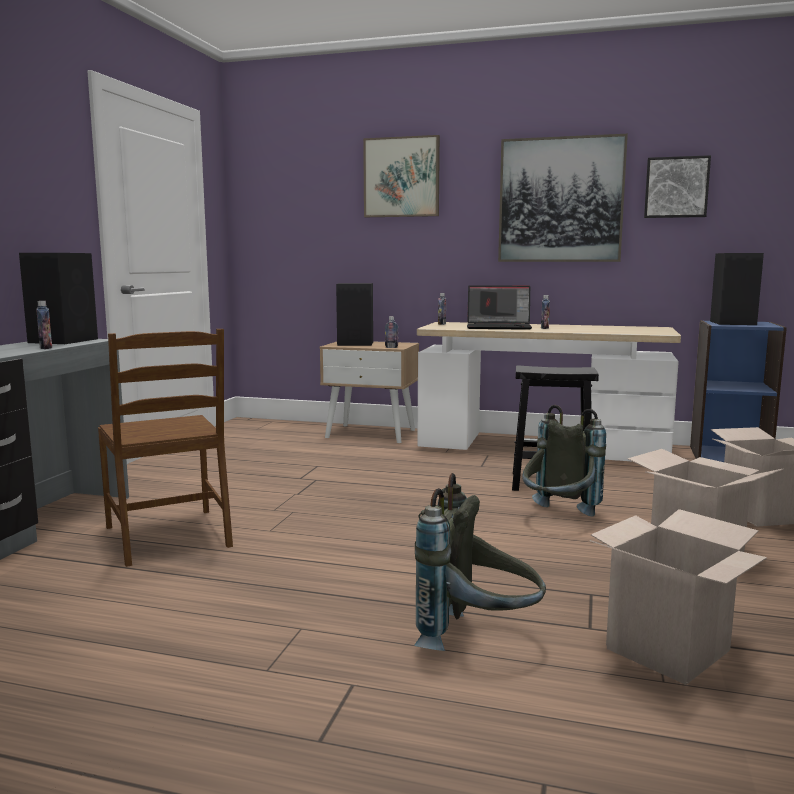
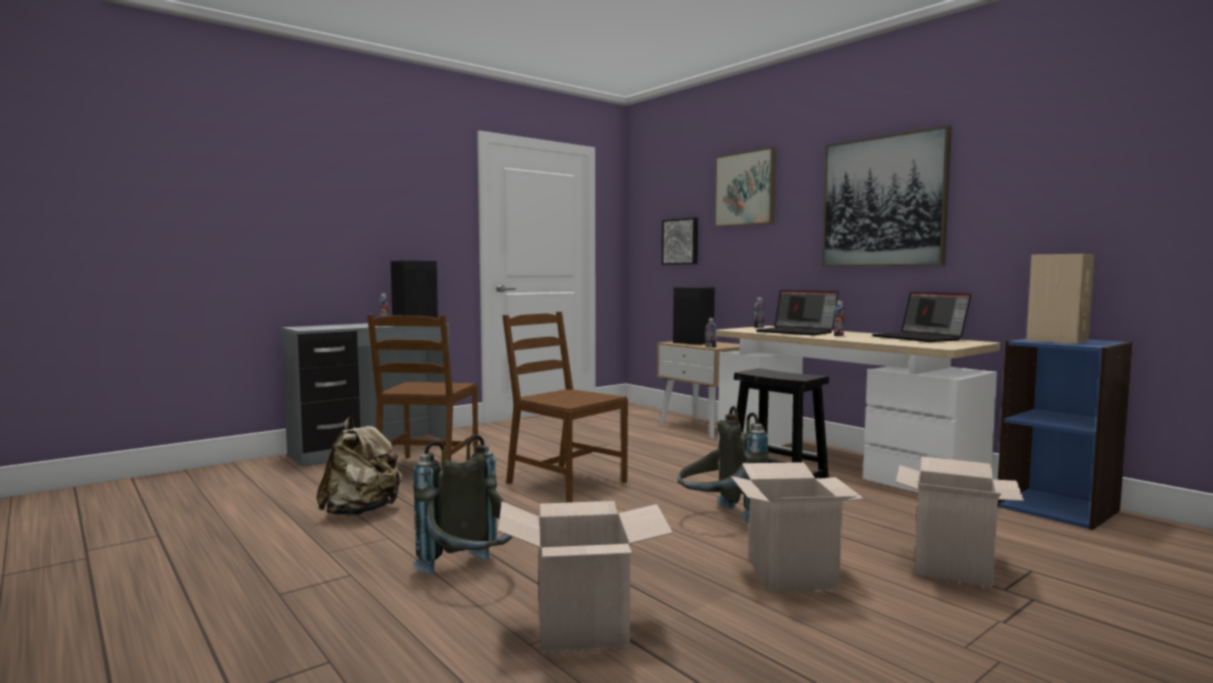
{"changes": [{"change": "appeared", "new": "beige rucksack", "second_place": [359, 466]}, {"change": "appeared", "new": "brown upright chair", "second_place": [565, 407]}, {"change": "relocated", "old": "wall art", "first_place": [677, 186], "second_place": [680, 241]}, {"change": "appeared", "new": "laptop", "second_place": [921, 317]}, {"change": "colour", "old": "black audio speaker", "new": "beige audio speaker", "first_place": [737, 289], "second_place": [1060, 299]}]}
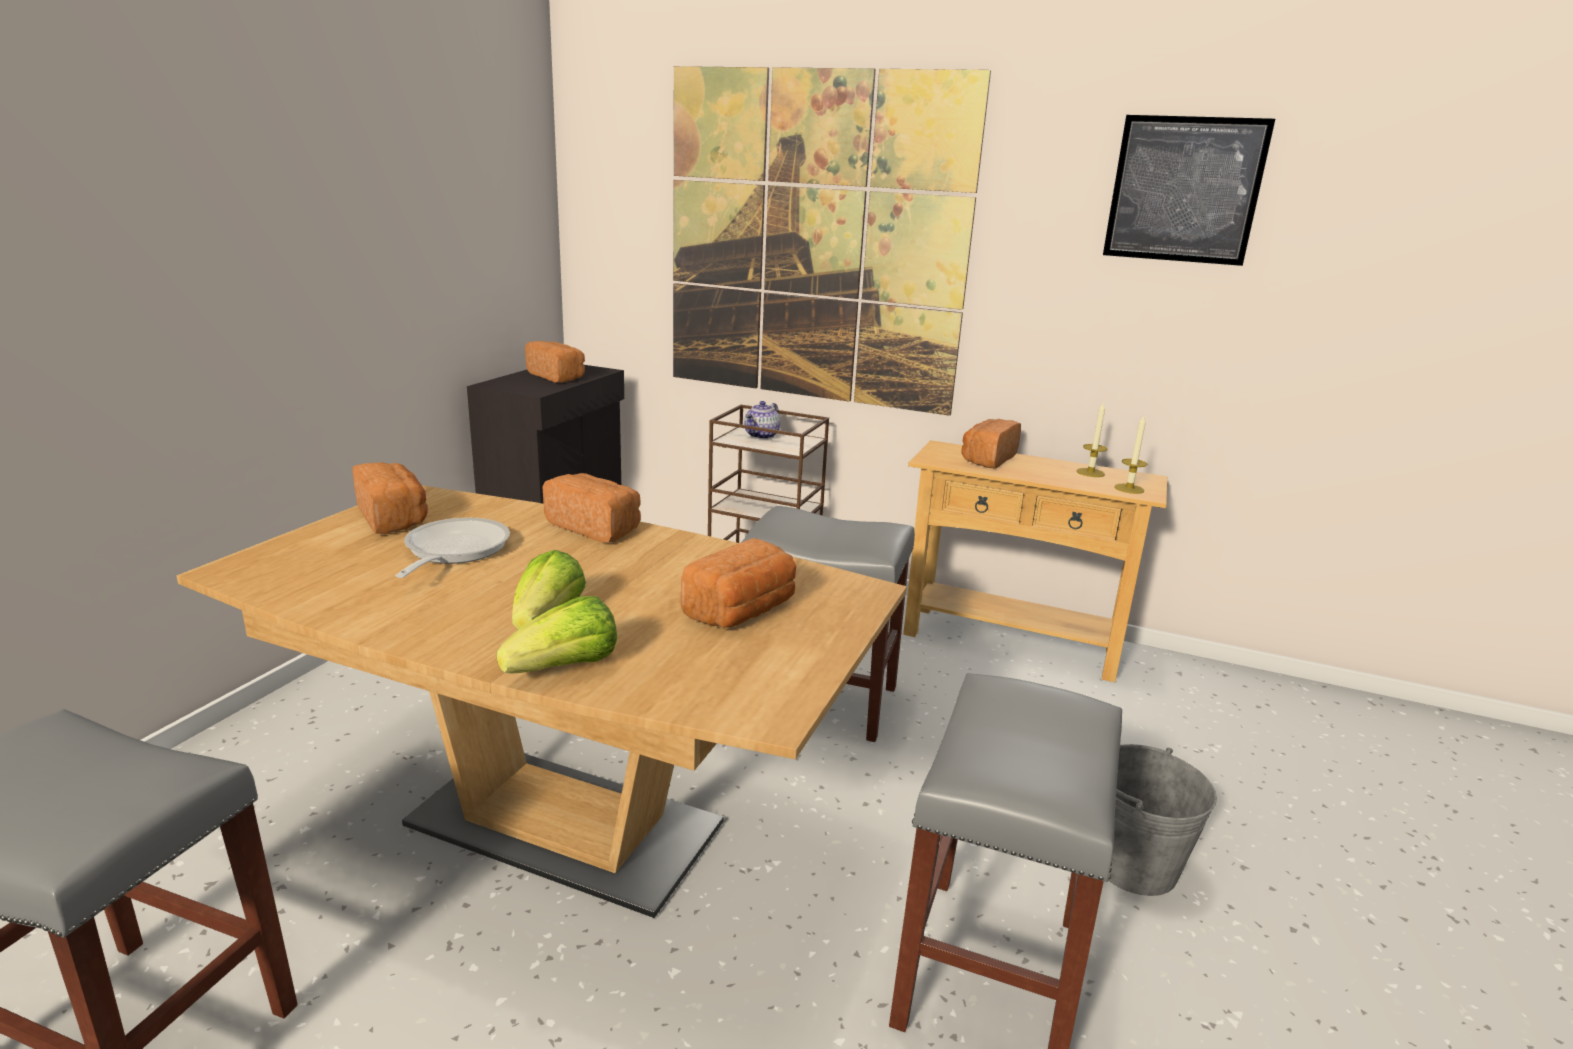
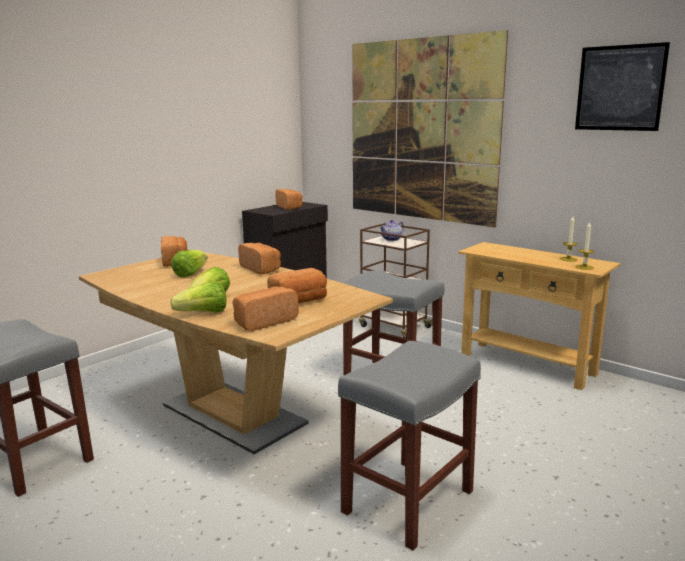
{"changes": [{"change": "exchanged", "old": "frying pan", "new": "lettuce head", "first_place": [452, 547], "second_place": [189, 264]}, {"change": "relocated", "old": "bread", "first_place": [991, 444], "second_place": [265, 308]}, {"change": "missing", "old": "greyish water bucket", "first_place": [1162, 820]}]}
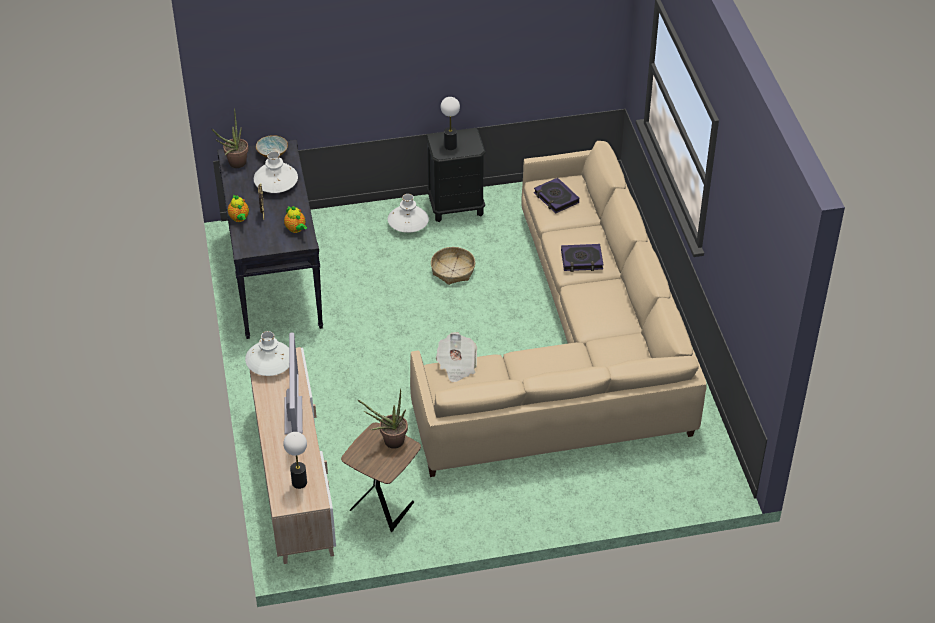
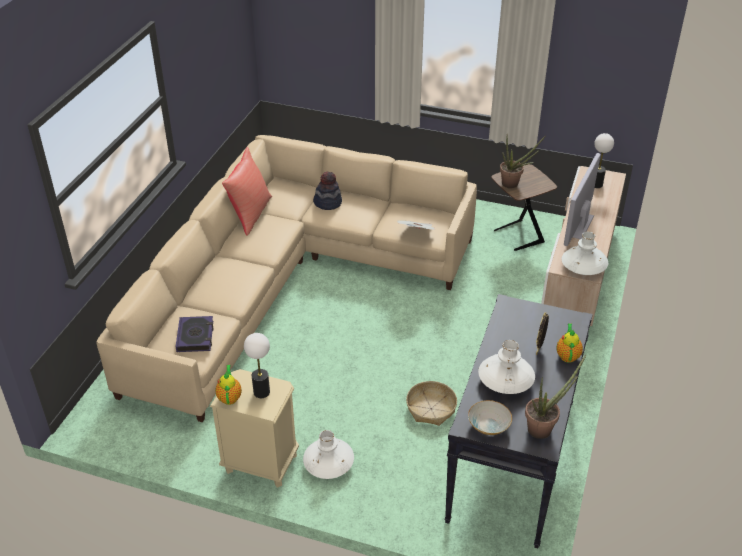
{"changes": [{"change": "colour", "old": "black bedside table", "new": "beige bedside table", "first_place": [455, 175], "second_place": [254, 428]}, {"change": "relocated", "old": "teapot", "first_place": [295, 219], "second_place": [228, 385]}, {"change": "appeared", "new": "red throw pillow", "second_place": [247, 191]}, {"change": "appeared", "new": "clothing hat", "second_place": [327, 191]}, {"change": "relocated", "old": "basket", "first_place": [453, 266], "second_place": [431, 403]}, {"change": "missing", "old": "book", "first_place": [582, 258]}]}
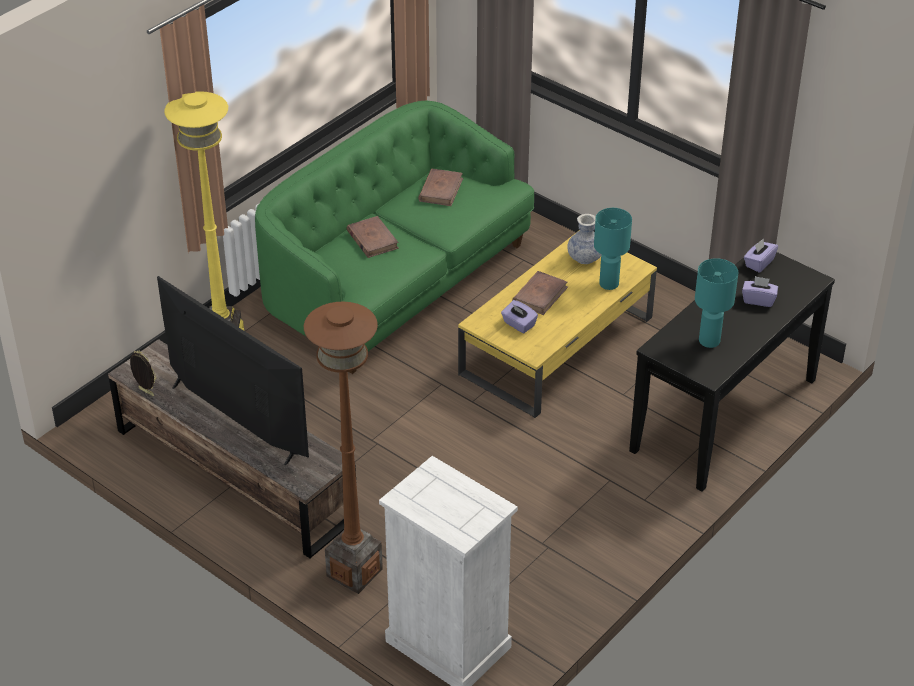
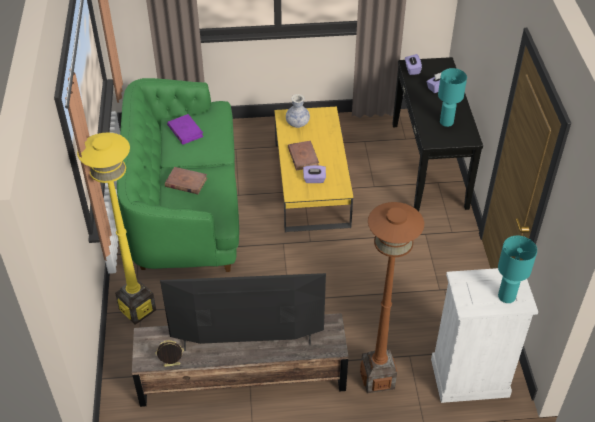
{"changes": [{"change": "colour", "old": "brown book", "new": "purple book", "first_place": [440, 187], "second_place": [185, 129]}, {"change": "relocated", "old": "blue-green tabletop lamp", "first_place": [613, 249], "second_place": [517, 269]}]}
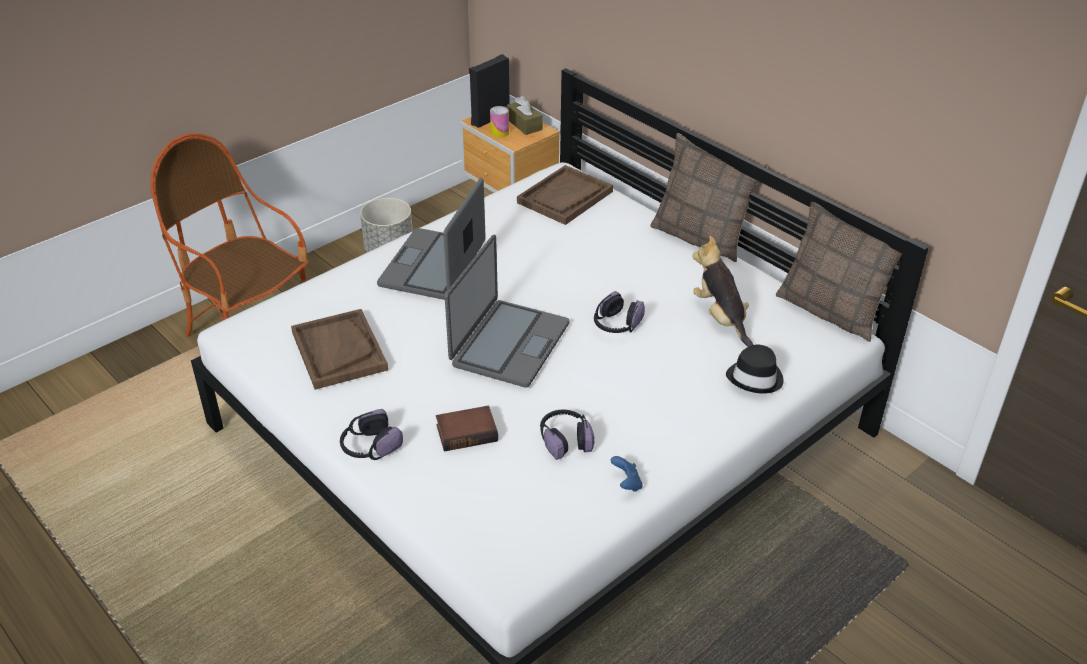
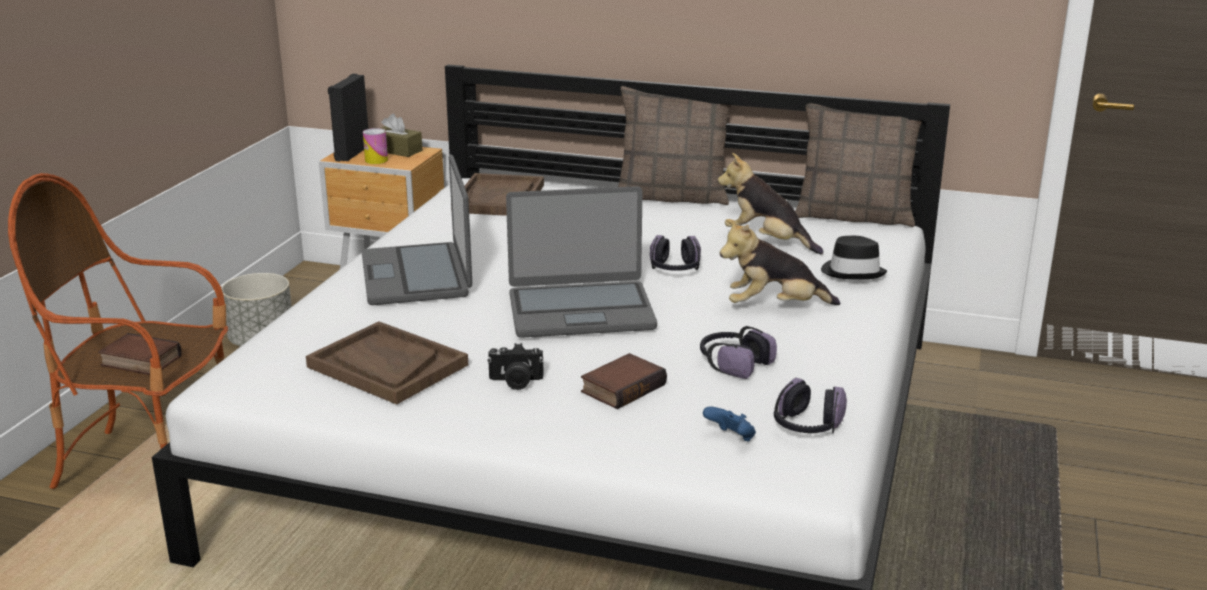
{"changes": [{"change": "appeared", "new": "book", "second_place": [140, 354]}, {"change": "appeared", "new": "photo camera", "second_place": [515, 366]}, {"change": "spun", "old": "laptop", "first_place": [507, 311], "second_place": [581, 262], "degrees": 90}, {"change": "relocated", "old": "blue gamepad", "first_place": [626, 474], "second_place": [729, 424]}, {"change": "appeared", "new": "plush toy", "second_place": [780, 262]}, {"change": "relocated", "old": "pair of headphones", "first_place": [371, 434], "second_place": [810, 406]}]}
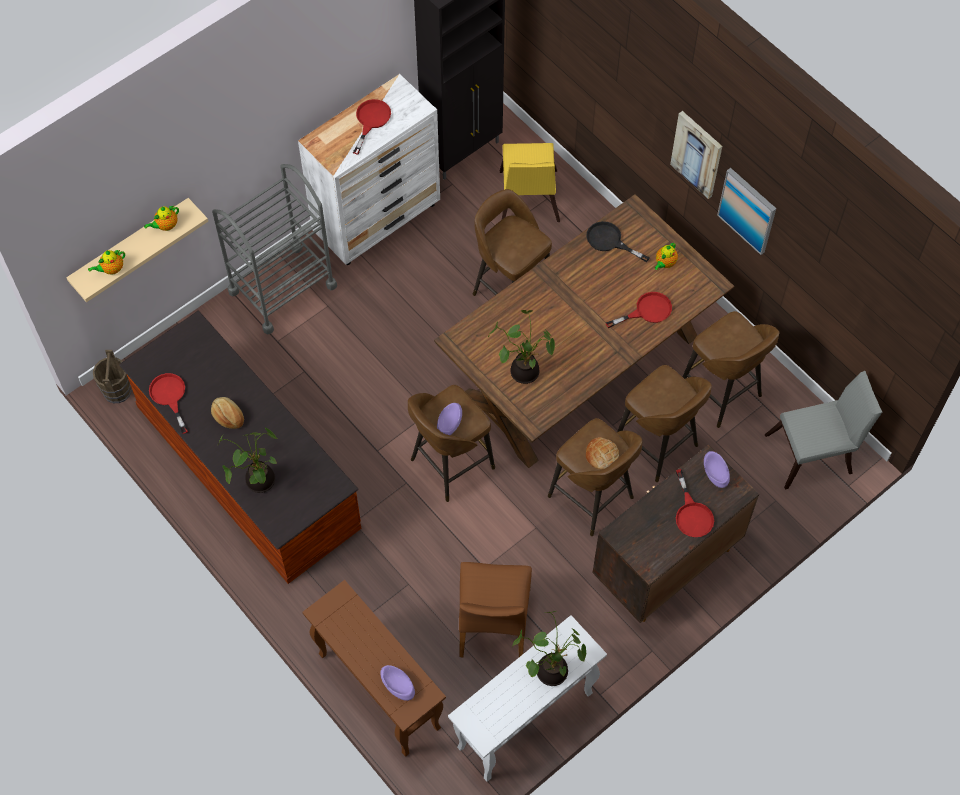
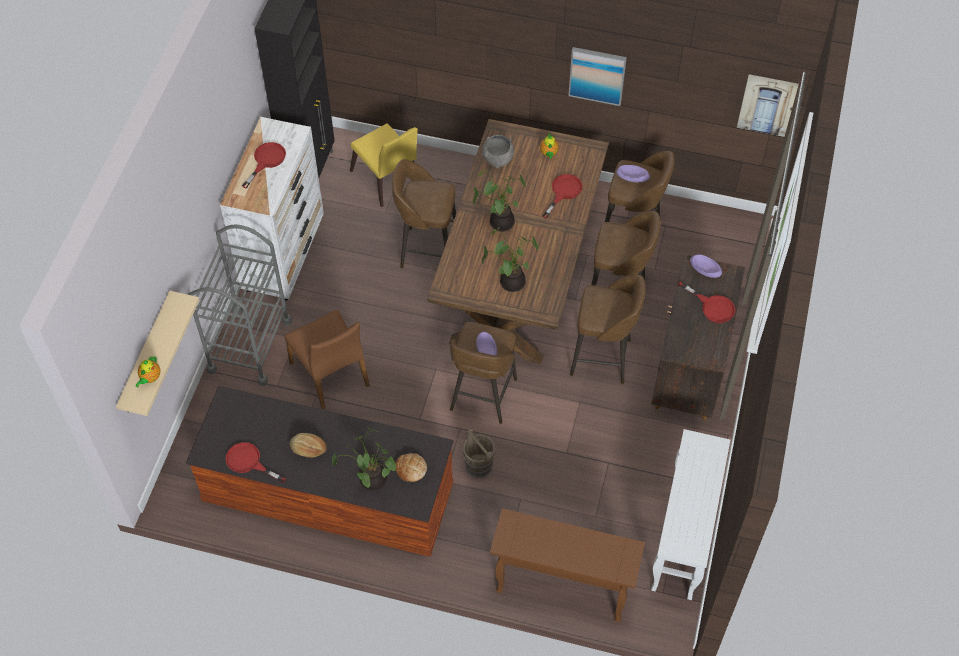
{"changes": [{"change": "spun", "old": "red frying pan", "first_place": [372, 127], "second_place": [264, 165], "degrees": 45}, {"change": "relocated", "old": "brown upright chair", "first_place": [495, 609], "second_place": [327, 360]}, {"change": "relocated", "old": "bread", "first_place": [602, 453], "second_place": [411, 467]}, {"change": "relocated", "old": "brown water bucket", "first_place": [112, 376], "second_place": [479, 453]}, {"change": "relocated", "old": "plant in a pot", "first_place": [549, 648], "second_place": [500, 200]}, {"change": "exchanged", "old": "black frying pan", "new": "greyish serving bowl", "first_place": [618, 241], "second_place": [498, 151]}, {"change": "relocated", "old": "purple serving bowl", "first_place": [397, 683], "second_place": [633, 173]}, {"change": "relocated", "old": "wall art", "first_place": [696, 155], "second_place": [768, 105]}, {"change": "missing", "old": "teapot", "first_place": [161, 218]}, {"change": "missing", "old": "greyish upright chair", "first_place": [823, 430]}]}
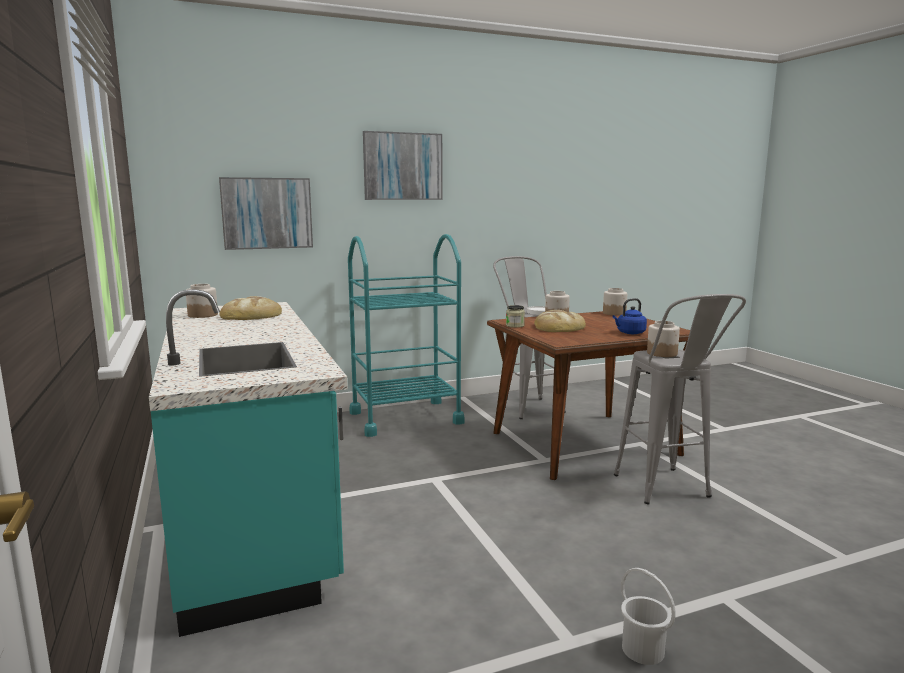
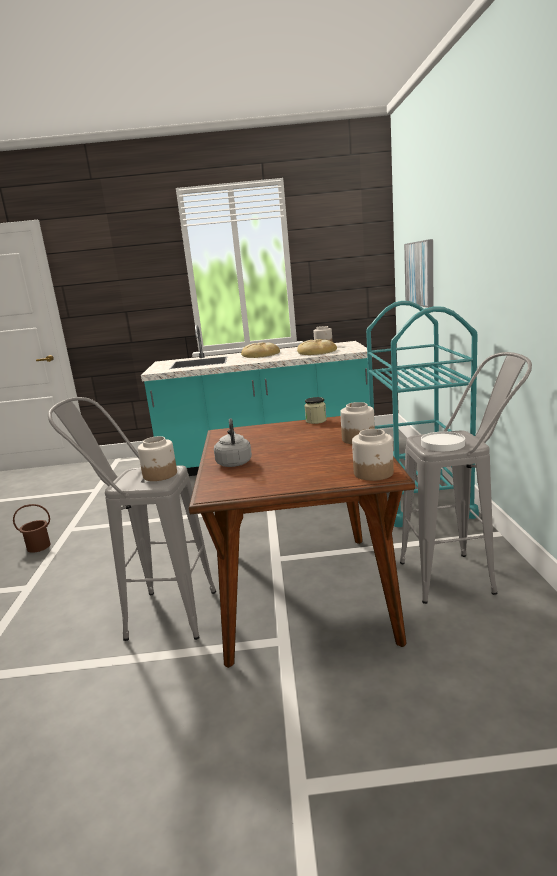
{"changes": [{"change": "colour", "old": "white-coloured water bucket", "new": "brown water bucket", "first_place": [648, 616], "second_place": [32, 528]}, {"change": "colour", "old": "blue tea kettle", "new": "greyish tea kettle", "first_place": [629, 316], "second_place": [233, 442]}, {"change": "relocated", "old": "bread", "first_place": [560, 321], "second_place": [260, 350]}, {"change": "missing", "old": "wall art", "first_place": [403, 165]}]}
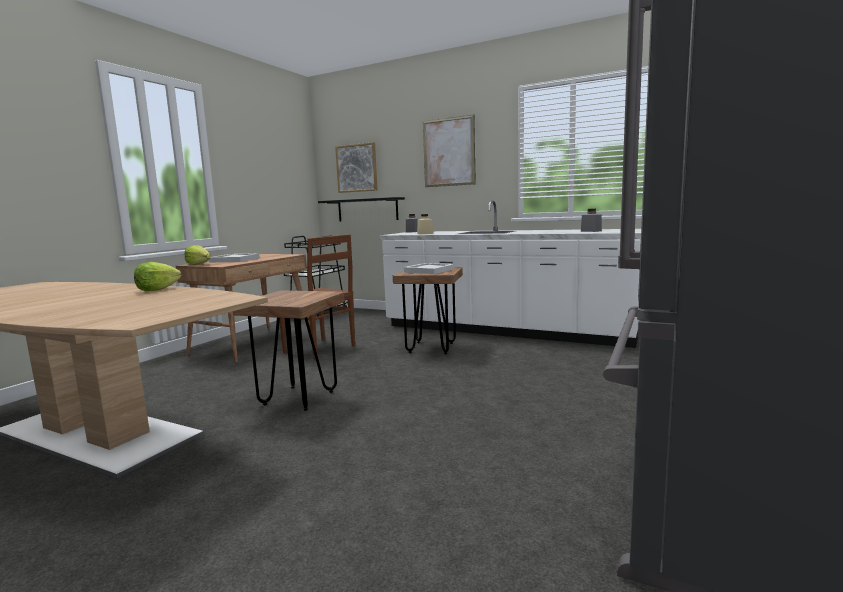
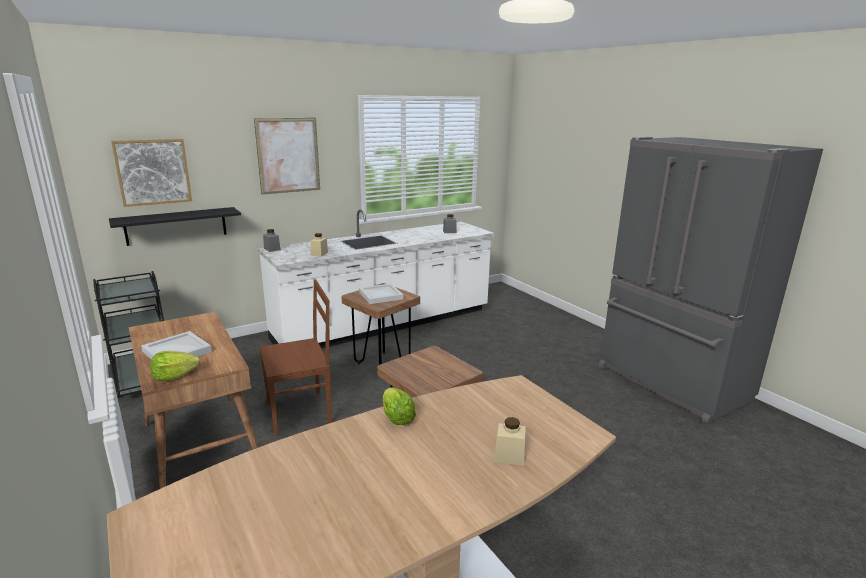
{"changes": [{"change": "appeared", "new": "beige storage jar", "second_place": [510, 441]}]}
